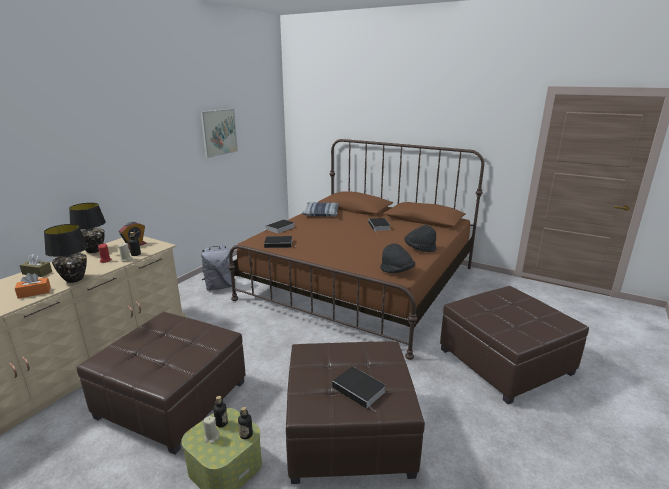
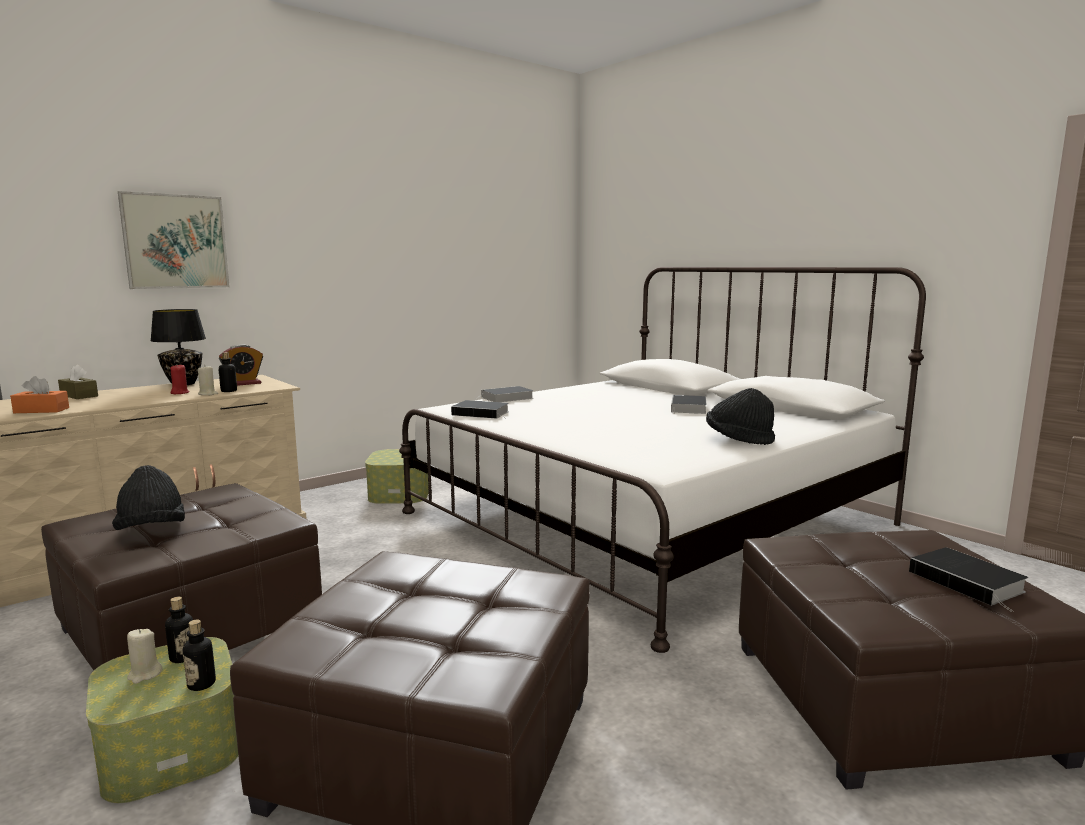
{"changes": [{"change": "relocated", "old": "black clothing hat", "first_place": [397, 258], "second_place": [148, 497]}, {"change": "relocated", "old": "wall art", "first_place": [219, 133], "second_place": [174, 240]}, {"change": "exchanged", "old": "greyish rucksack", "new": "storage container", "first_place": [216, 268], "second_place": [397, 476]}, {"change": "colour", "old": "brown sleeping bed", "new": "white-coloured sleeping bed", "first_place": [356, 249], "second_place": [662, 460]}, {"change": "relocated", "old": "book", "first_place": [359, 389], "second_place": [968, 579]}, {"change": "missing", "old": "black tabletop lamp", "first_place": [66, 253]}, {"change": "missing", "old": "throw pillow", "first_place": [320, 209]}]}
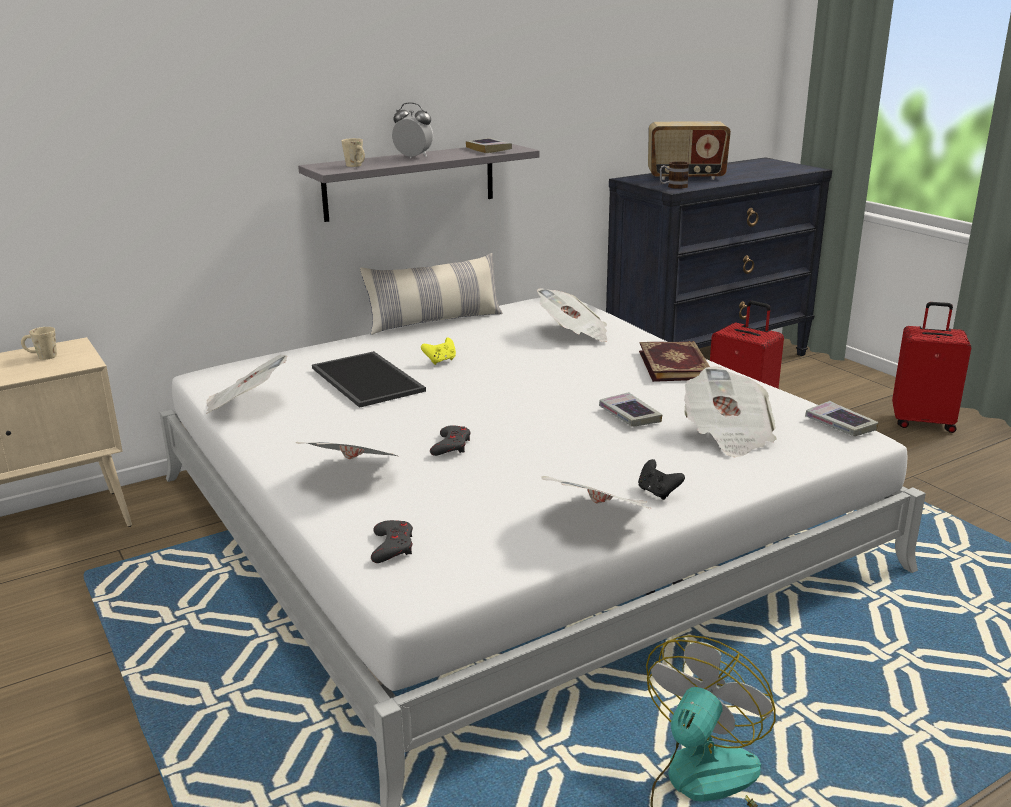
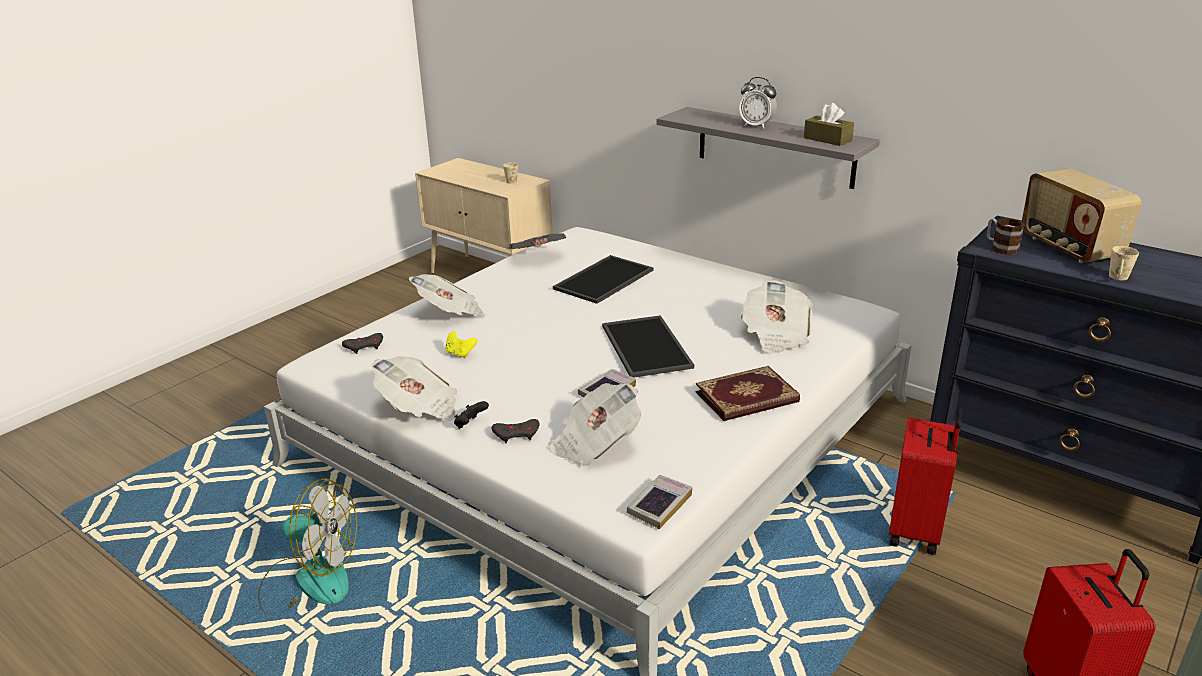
{"changes": [{"change": "relocated", "old": "yellow-coloured gamepad", "first_place": [438, 351], "second_place": [461, 344]}, {"change": "relocated", "old": "greyish gamepad", "first_place": [450, 440], "second_place": [515, 431]}, {"change": "appeared", "new": "serving tray", "second_place": [648, 346]}, {"change": "spun", "old": "alarm clock", "first_place": [412, 130], "second_place": [758, 103], "degrees": 120}, {"change": "exchanged", "old": "book", "new": "brown tissue holder", "first_place": [489, 145], "second_place": [829, 124]}, {"change": "relocated", "old": "beige mug", "first_place": [353, 152], "second_place": [1124, 263]}, {"change": "missing", "old": "throw pillow", "first_place": [431, 294]}]}
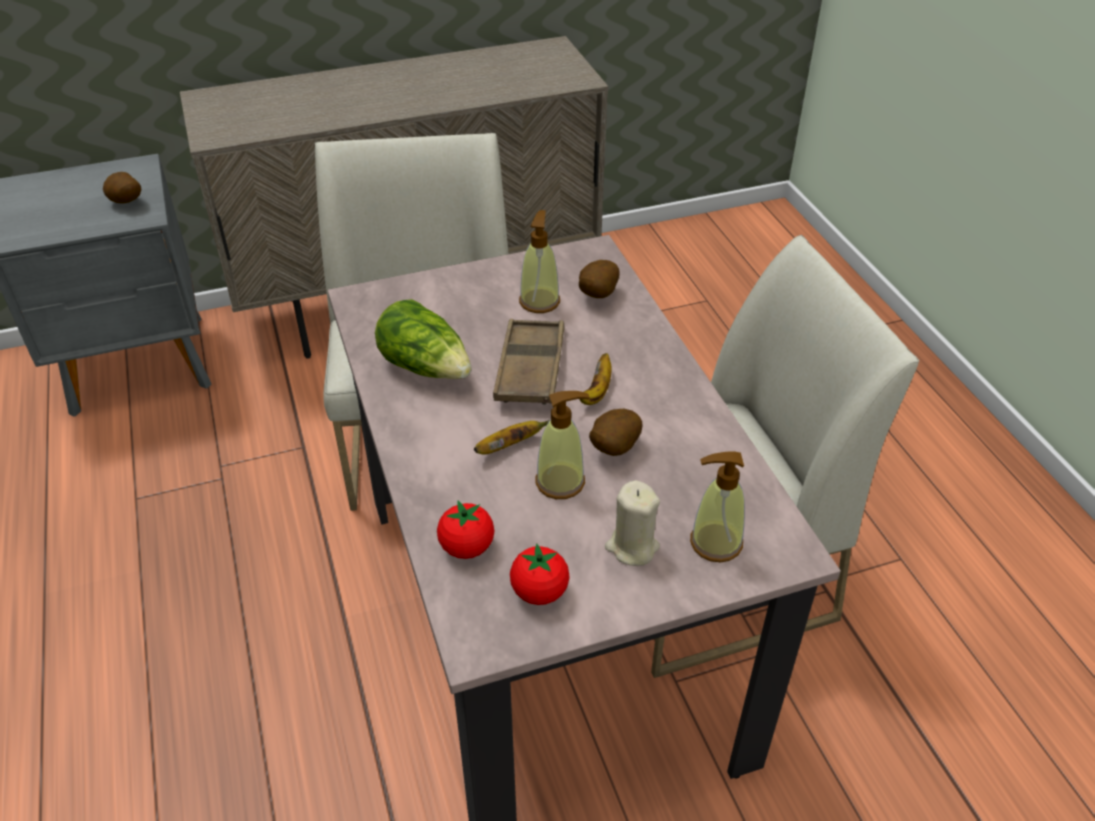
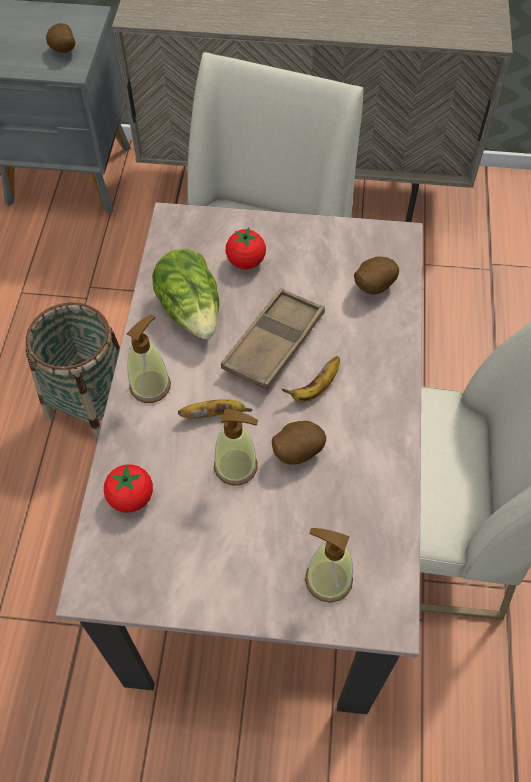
{"changes": [{"change": "appeared", "new": "basket", "second_place": [72, 372]}, {"change": "relocated", "old": "soap dispenser", "first_place": [539, 261], "second_place": [149, 359]}, {"change": "relocated", "old": "tomato", "first_place": [540, 574], "second_place": [245, 248]}, {"change": "missing", "old": "beige wax candle", "first_place": [632, 523]}]}
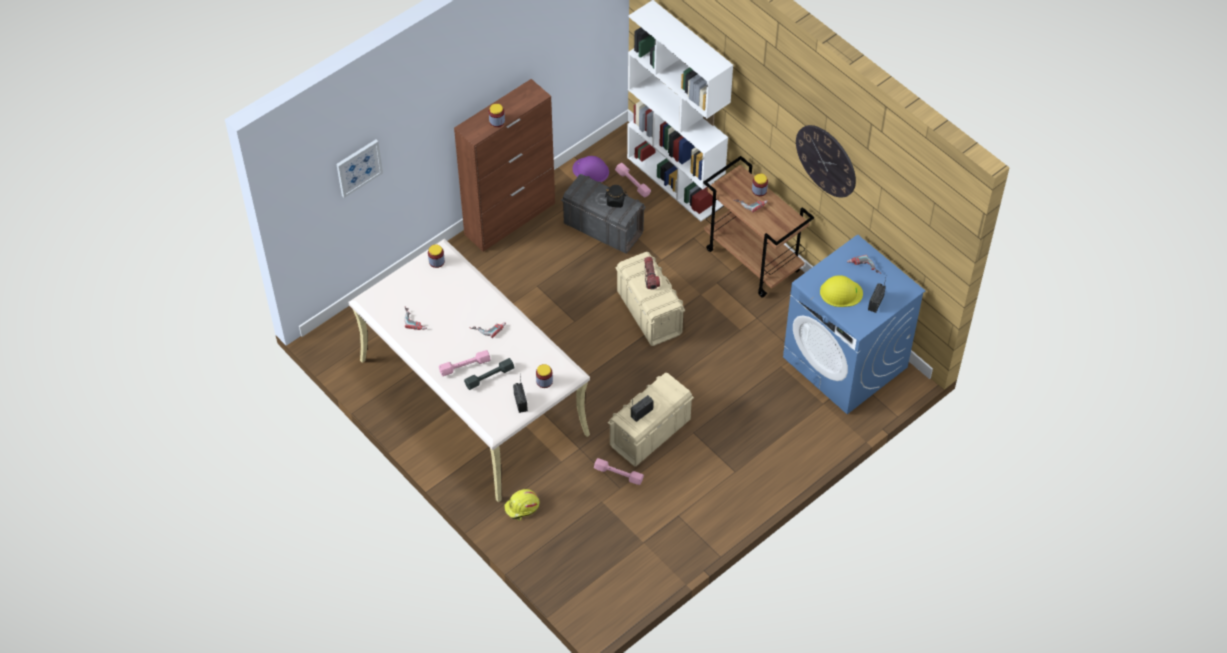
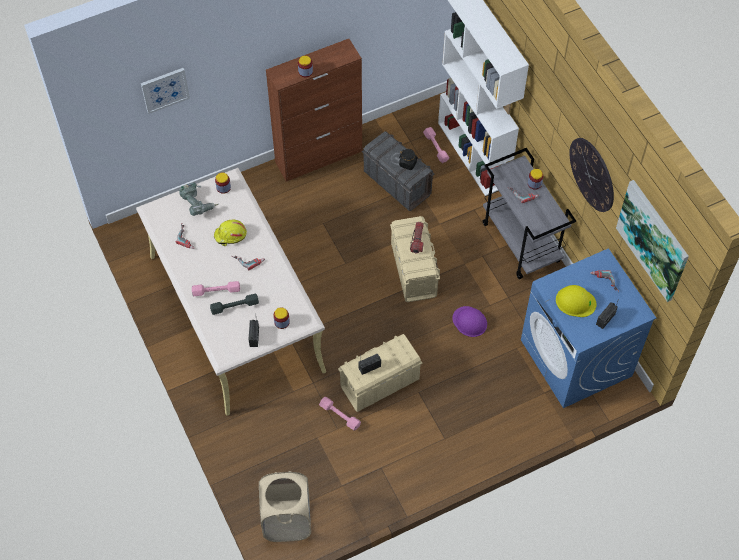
{"changes": [{"change": "appeared", "new": "drill", "second_place": [198, 199]}, {"change": "relocated", "old": "yellow-coloured hard hat", "first_place": [522, 504], "second_place": [230, 233]}, {"change": "appeared", "new": "beige washing basket", "second_place": [285, 506]}, {"change": "relocated", "old": "purple hard hat", "first_place": [590, 169], "second_place": [469, 321]}, {"change": "colour", "old": "brown cart", "new": "greyish cart", "first_place": [758, 227], "second_place": [529, 213]}, {"change": "appeared", "new": "wall art", "second_place": [652, 241]}]}
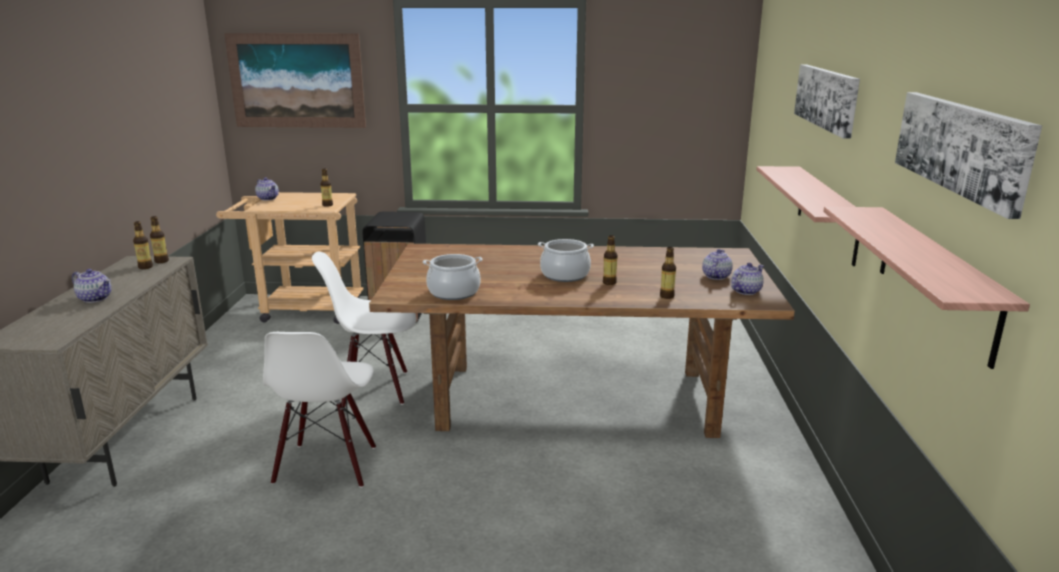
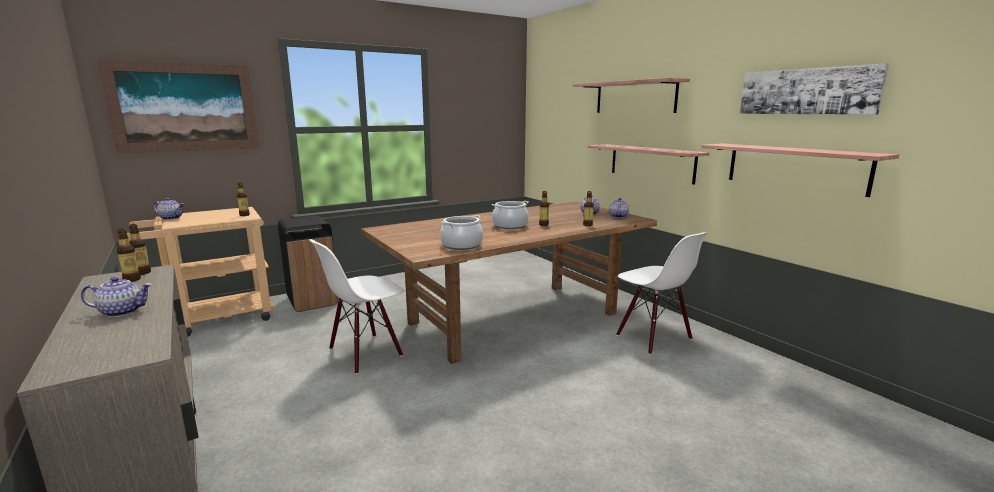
{"changes": [{"change": "exchanged", "old": "wall art", "new": "bracket shelf", "first_place": [827, 101], "second_place": [631, 95]}, {"change": "relocated", "old": "white-coloured upright chair", "first_place": [319, 410], "second_place": [661, 293]}]}
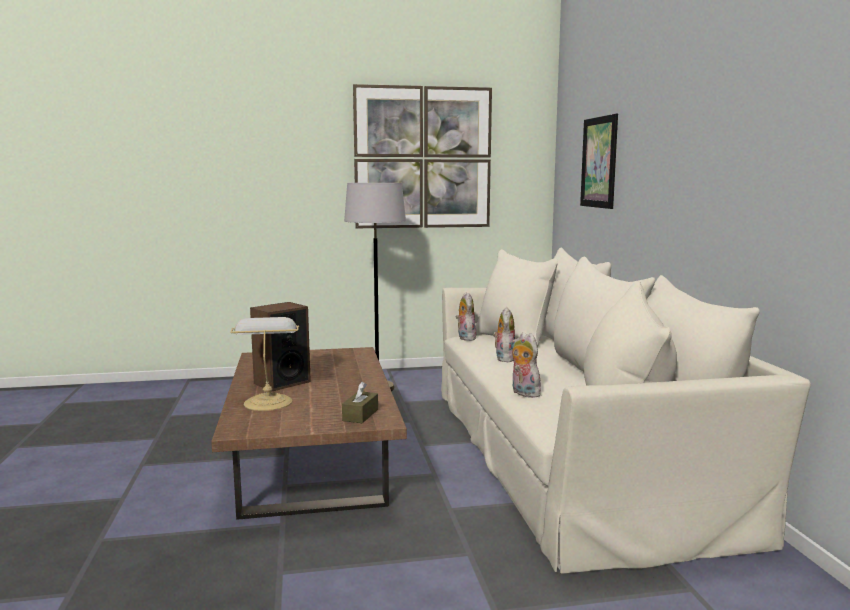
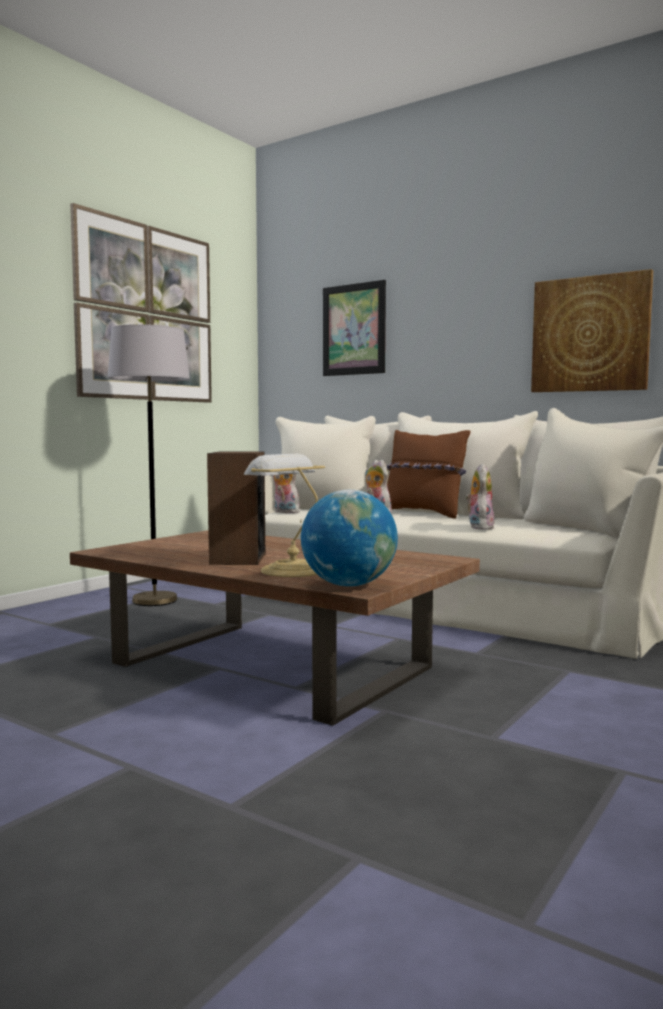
{"changes": [{"change": "appeared", "new": "desk globe", "second_place": [349, 538]}, {"change": "appeared", "new": "brown throw pillow", "second_place": [428, 474]}, {"change": "spun", "old": "plush toy", "first_place": [526, 365], "second_place": [479, 497], "degrees": 90}, {"change": "appeared", "new": "wall art", "second_place": [592, 330]}, {"change": "missing", "old": "brown tissue holder", "first_place": [360, 402]}]}
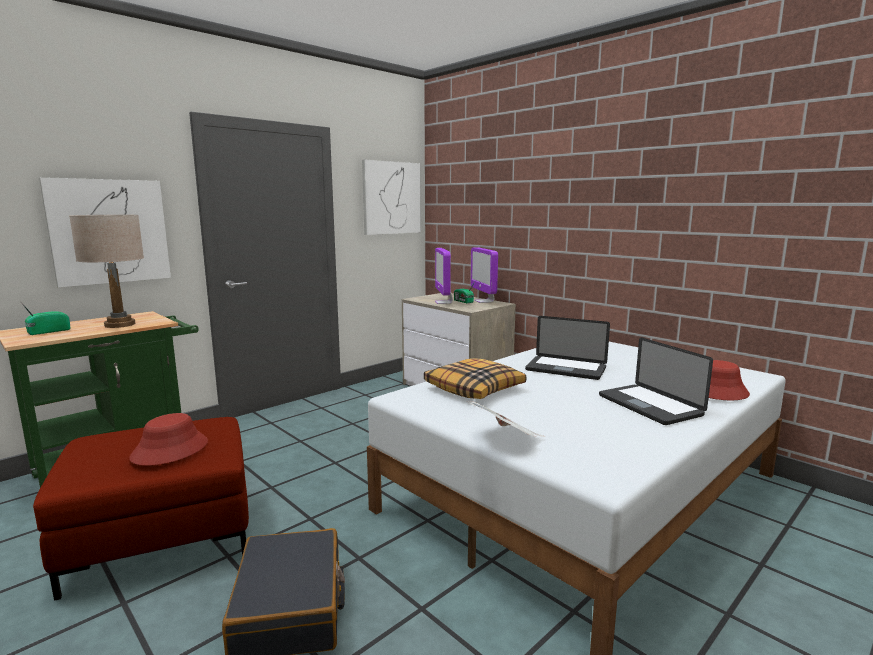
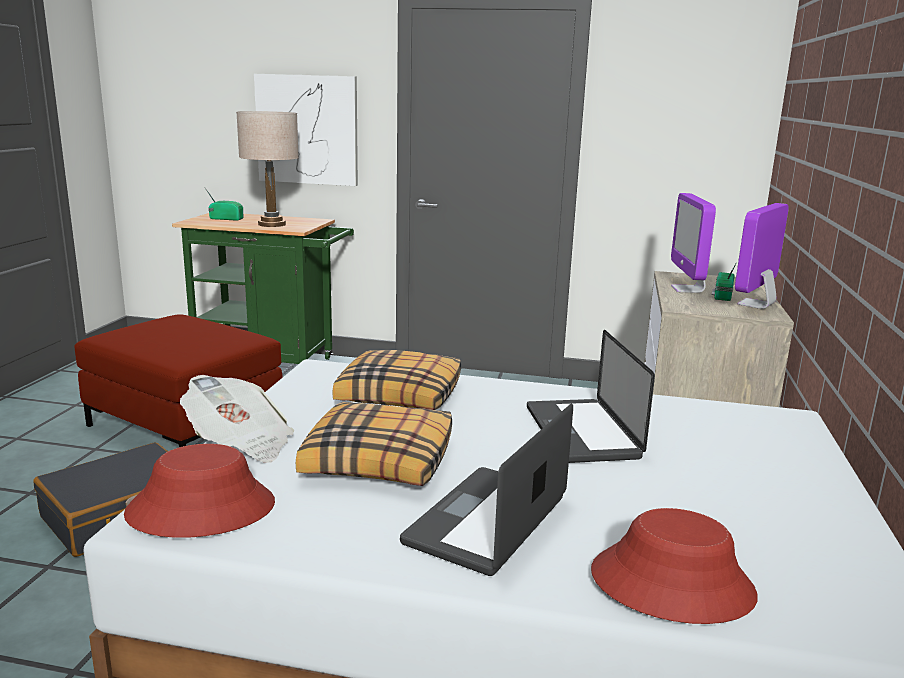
{"changes": [{"change": "relocated", "old": "red clothing hat", "first_place": [168, 439], "second_place": [199, 491]}, {"change": "appeared", "new": "throw pillow", "second_place": [374, 444]}, {"change": "spun", "old": "computer display", "first_place": [444, 276], "second_place": [693, 243], "degrees": -45}, {"change": "missing", "old": "wall art", "first_place": [391, 197]}]}
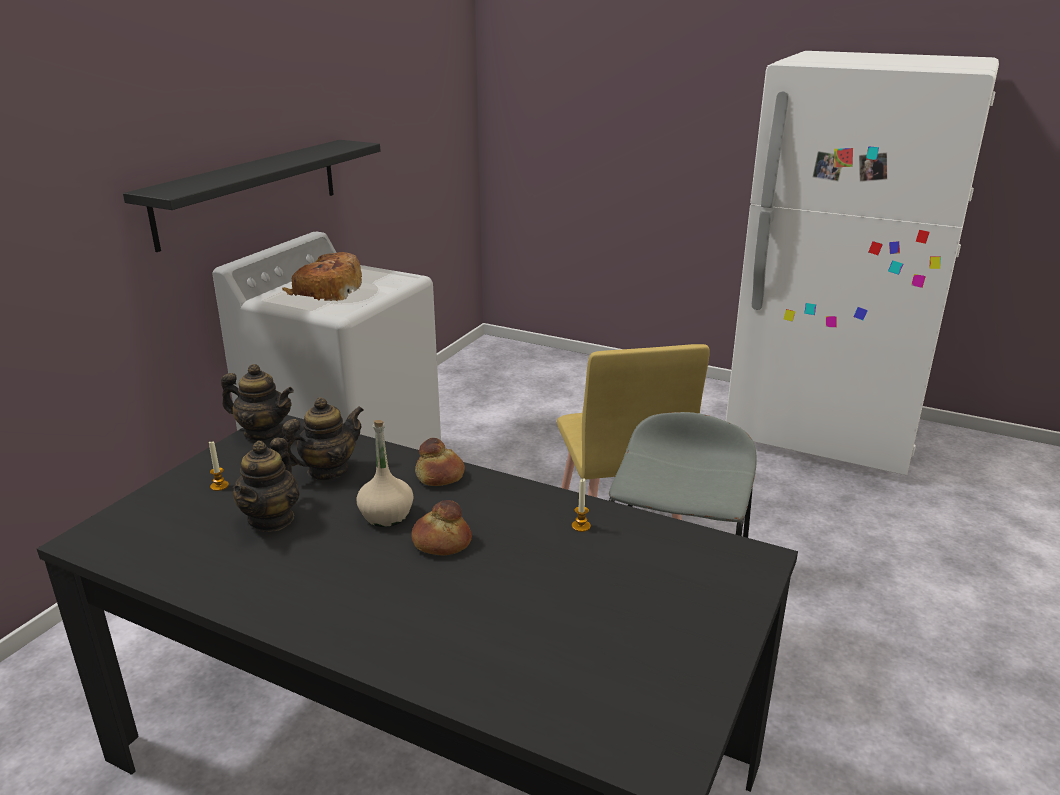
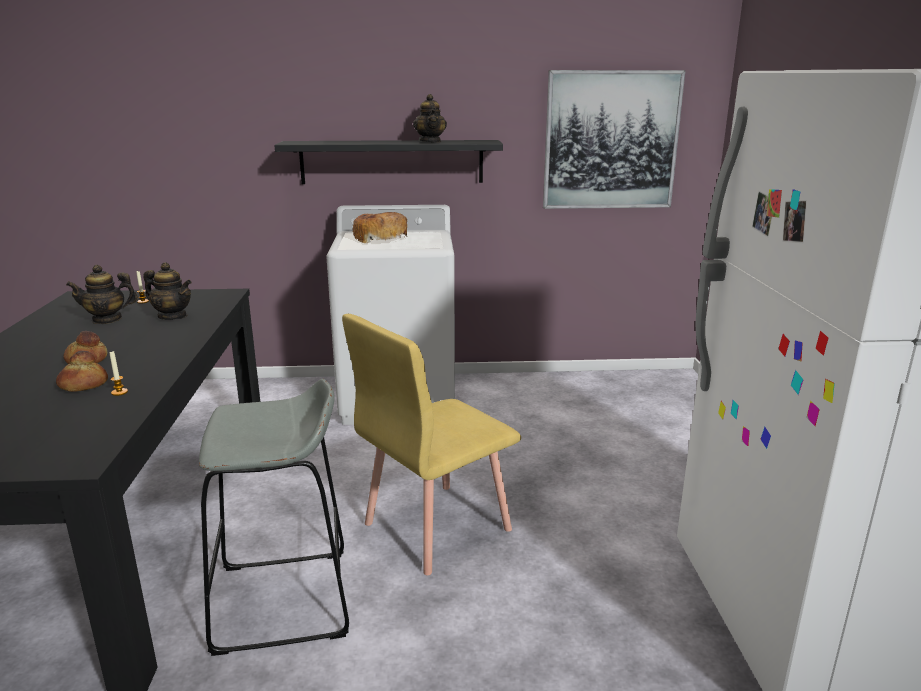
{"changes": [{"change": "relocated", "old": "bread", "first_place": [440, 462], "second_place": [82, 371]}, {"change": "relocated", "old": "teapot", "first_place": [257, 402], "second_place": [430, 118]}, {"change": "appeared", "new": "wall art", "second_place": [614, 139]}, {"change": "missing", "old": "beige beverage bottle", "first_place": [385, 473]}]}
